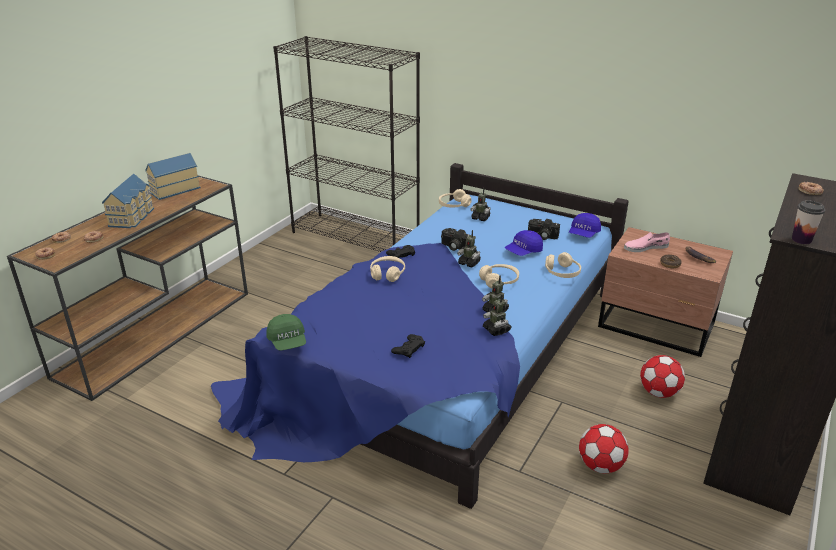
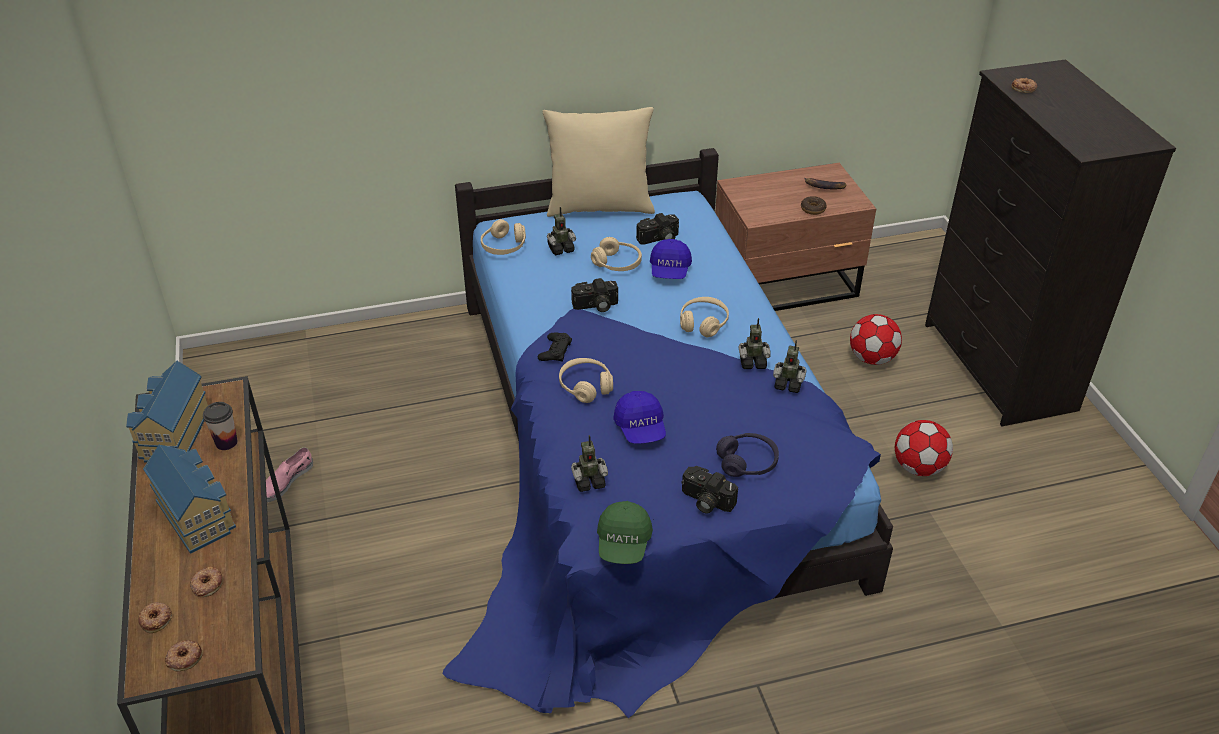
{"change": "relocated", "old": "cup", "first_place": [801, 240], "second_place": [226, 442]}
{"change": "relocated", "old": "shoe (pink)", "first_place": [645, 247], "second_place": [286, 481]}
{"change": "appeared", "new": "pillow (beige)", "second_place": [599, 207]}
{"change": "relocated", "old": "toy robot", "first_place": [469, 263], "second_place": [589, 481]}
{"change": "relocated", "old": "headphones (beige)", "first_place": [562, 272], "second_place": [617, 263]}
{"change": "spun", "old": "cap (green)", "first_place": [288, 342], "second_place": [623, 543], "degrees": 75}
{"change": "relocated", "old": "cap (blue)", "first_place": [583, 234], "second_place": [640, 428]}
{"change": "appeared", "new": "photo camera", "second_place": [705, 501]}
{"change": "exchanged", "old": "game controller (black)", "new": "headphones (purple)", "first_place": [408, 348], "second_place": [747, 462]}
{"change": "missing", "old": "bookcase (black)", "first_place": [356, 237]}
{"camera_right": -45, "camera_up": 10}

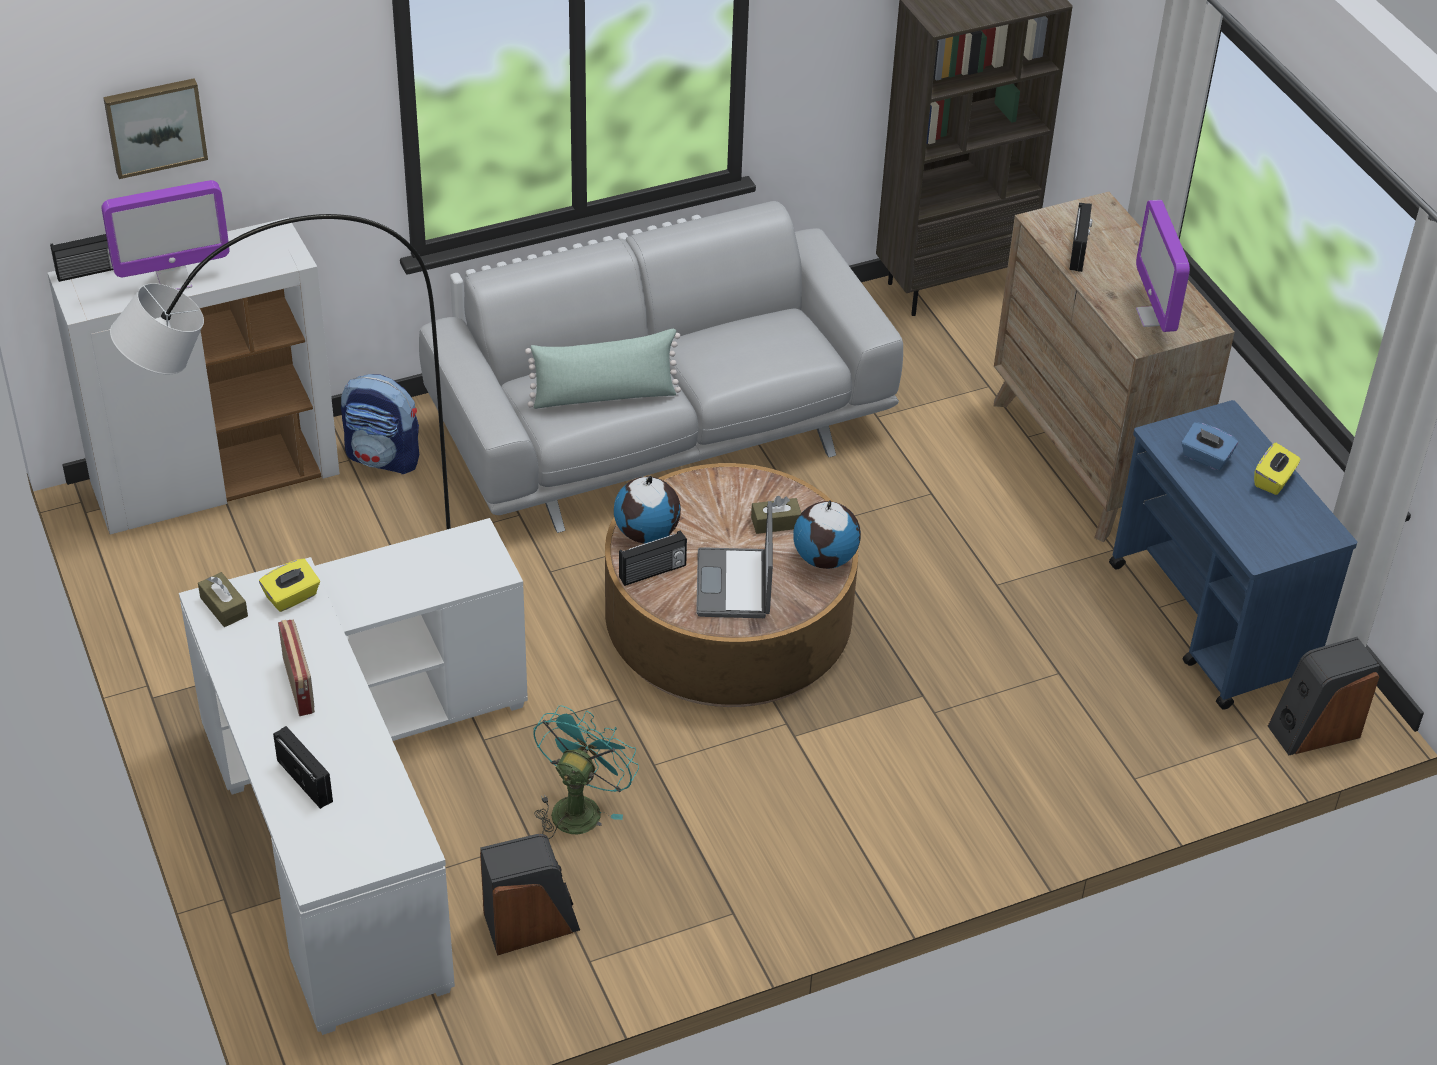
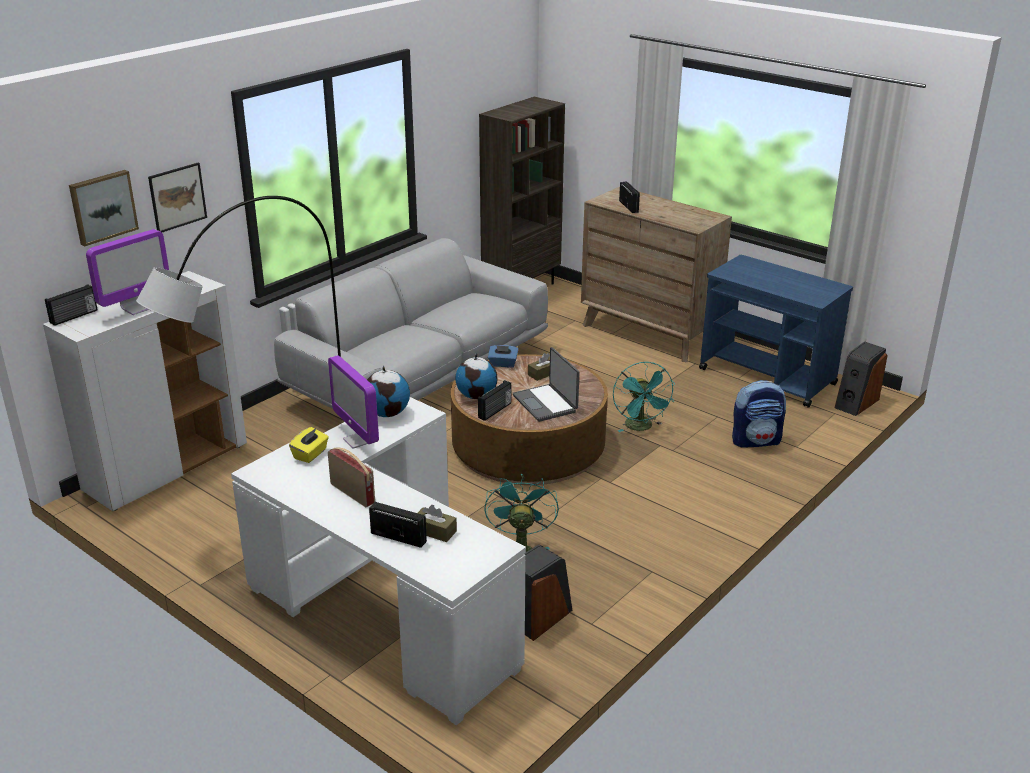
{"change": "appeared", "new": "picture", "second_place": [177, 197]}
{"change": "relocated", "old": "monitor", "first_place": [1155, 317], "second_place": [358, 440]}
{"change": "relocated", "old": "globe", "first_place": [825, 558], "second_place": [387, 413]}
{"change": "relocated", "old": "tissue box (brown)", "first_place": [224, 607], "second_place": [434, 531]}
{"change": "relocated", "old": "tissue box (blue)", "first_place": [1205, 458], "second_place": [503, 364]}
{"change": "appeared", "new": "fan (turquoise)", "second_place": [641, 427]}
{"change": "relocated", "old": "backpack", "first_place": [384, 457], "second_place": [756, 441]}
{"change": "missing", "old": "pillow (green)", "first_place": [604, 396]}
{"change": "missing", "old": "tissue box (yellow)", "first_place": [1274, 480]}
{"camera_right": -25, "camera_up": -15}

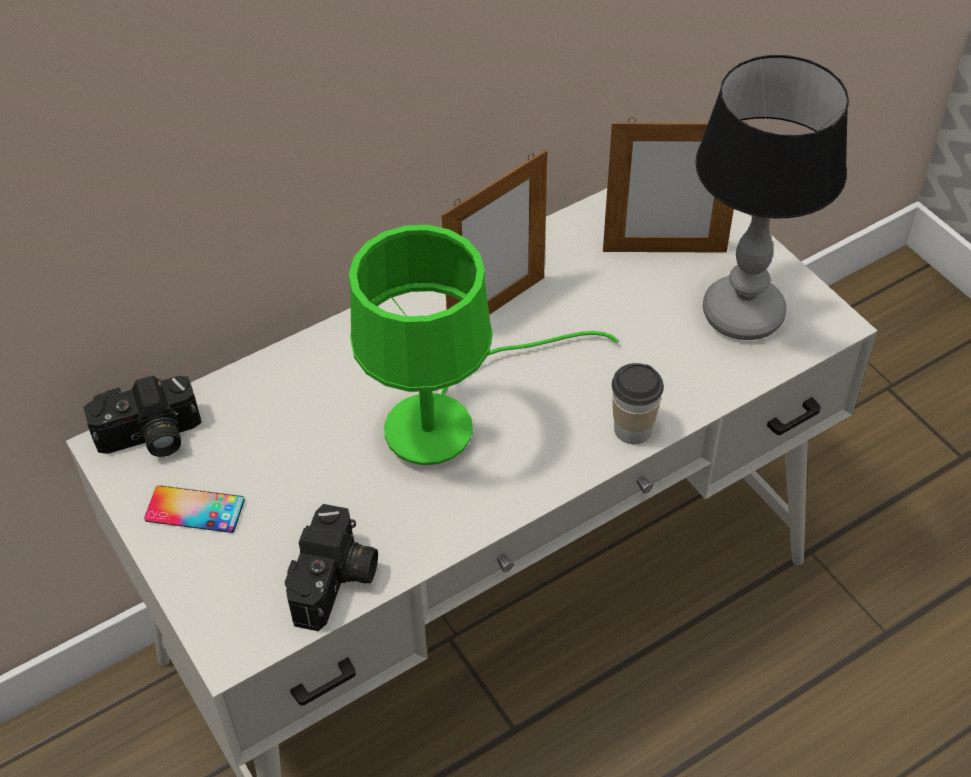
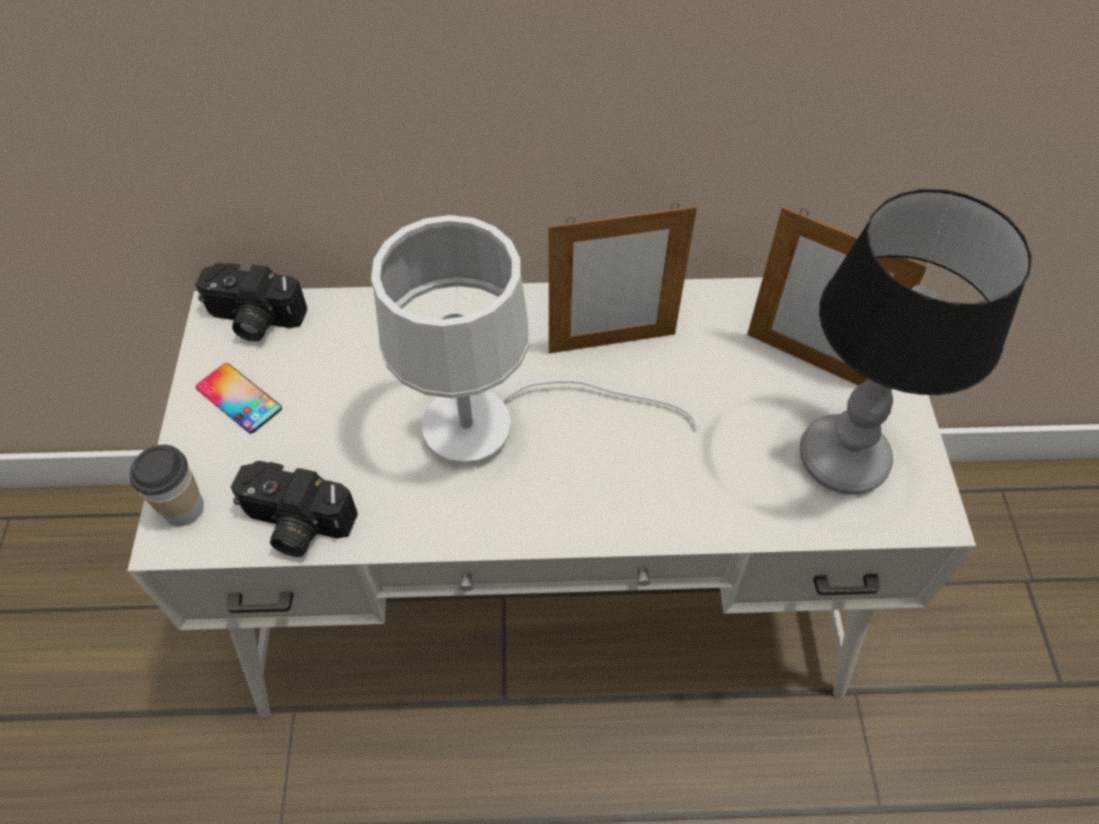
{"change": "relocated", "old": "cup", "first_place": [632, 429], "second_place": [183, 508]}
{"change": "spun", "old": "photo camera", "first_place": [336, 583], "second_place": [295, 524], "degrees": 60}
{"change": "colour", "old": "table lamp (green)", "new": "table lamp (white)", "first_place": [447, 421], "second_place": [494, 425]}
{"camera_right": 30, "camera_up": 5}

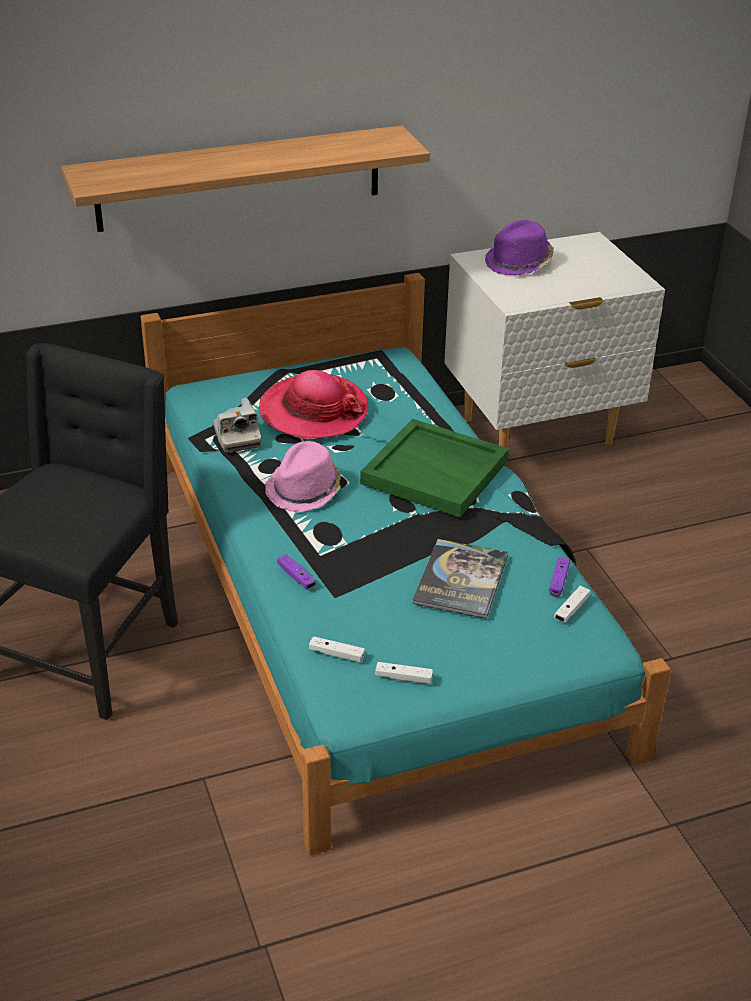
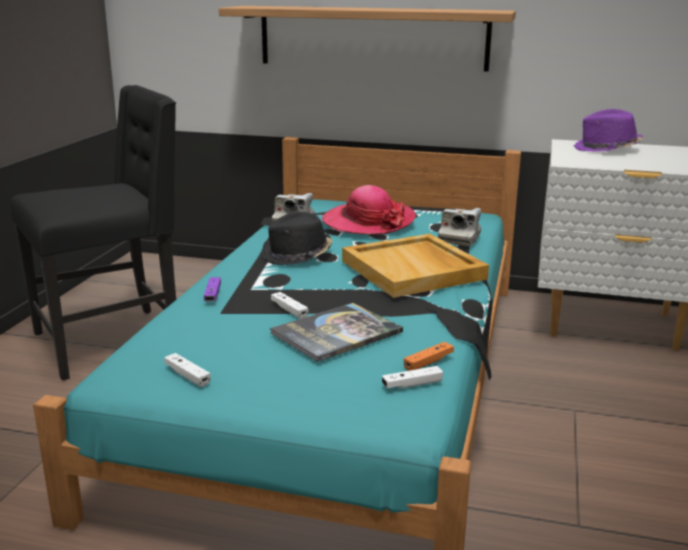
{"change": "colour", "old": "hat (pink)", "new": "hat (black)", "first_place": [305, 490], "second_place": [297, 256]}
{"change": "relocated", "old": "game controller (white)", "first_place": [336, 654], "second_place": [289, 310]}
{"change": "colour", "old": "tray (green)", "new": "tray (beige)", "first_place": [436, 472], "second_place": [414, 270]}
{"change": "colour", "old": "game controller (purple)", "new": "game controller (orange)", "first_place": [558, 581], "second_place": [428, 362]}
{"change": "appeared", "new": "photo camera", "second_place": [460, 238]}
{"camera_right": 35, "camera_up": -15}

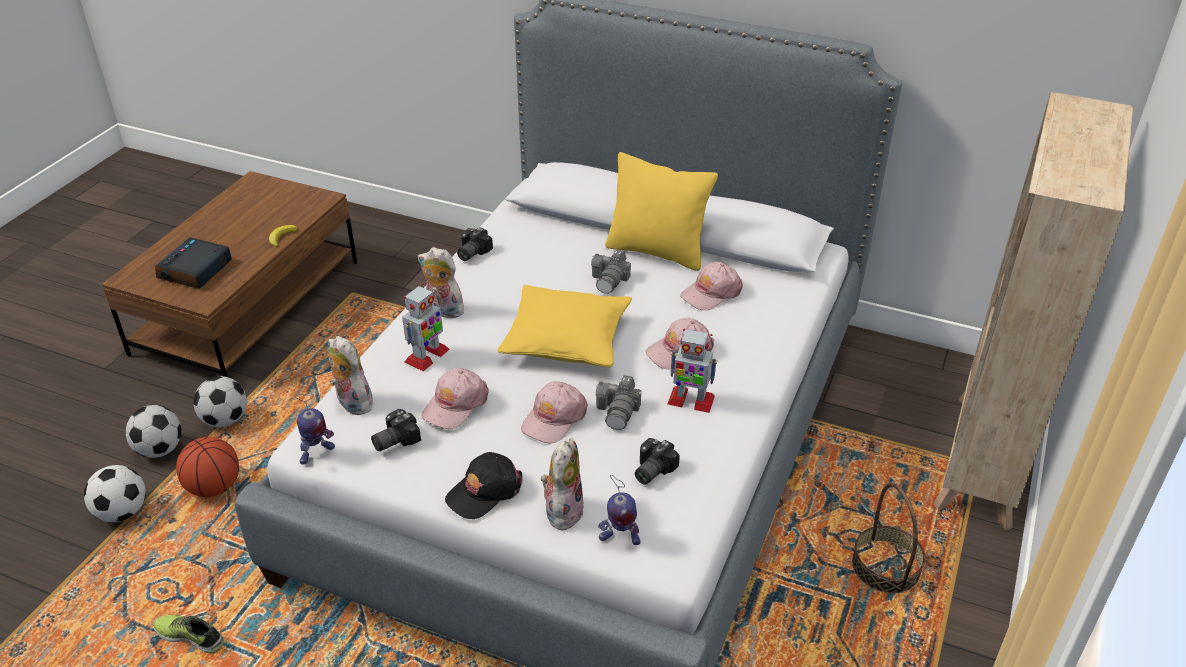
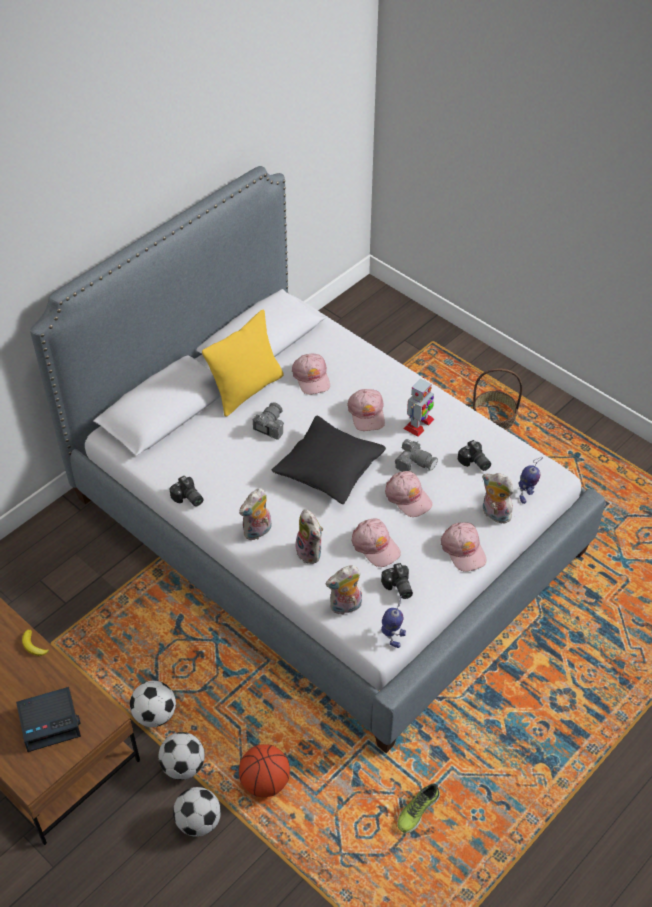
{"change": "spun", "old": "alarm clock", "first_place": [195, 270], "second_place": [50, 722], "degrees": -60}
{"change": "relocated", "old": "football", "first_place": [122, 512], "second_place": [155, 715]}
{"change": "spun", "old": "photo camera", "first_place": [610, 280], "second_place": [269, 426], "degrees": -105}
{"change": "colour", "old": "pillow (yellow)", "new": "pillow (black)", "first_place": [566, 340], "second_place": [329, 469]}
{"change": "exchanged", "old": "toy robot", "new": "plush toy", "first_place": [427, 356], "second_place": [311, 552]}
{"change": "colour", "old": "cap (black)", "new": "cap (pink)", "first_place": [484, 491], "second_place": [463, 550]}
{"change": "missing", "old": "bookcase (beige)", "first_place": [982, 460]}
{"camera_right": -70, "camera_up": 10}

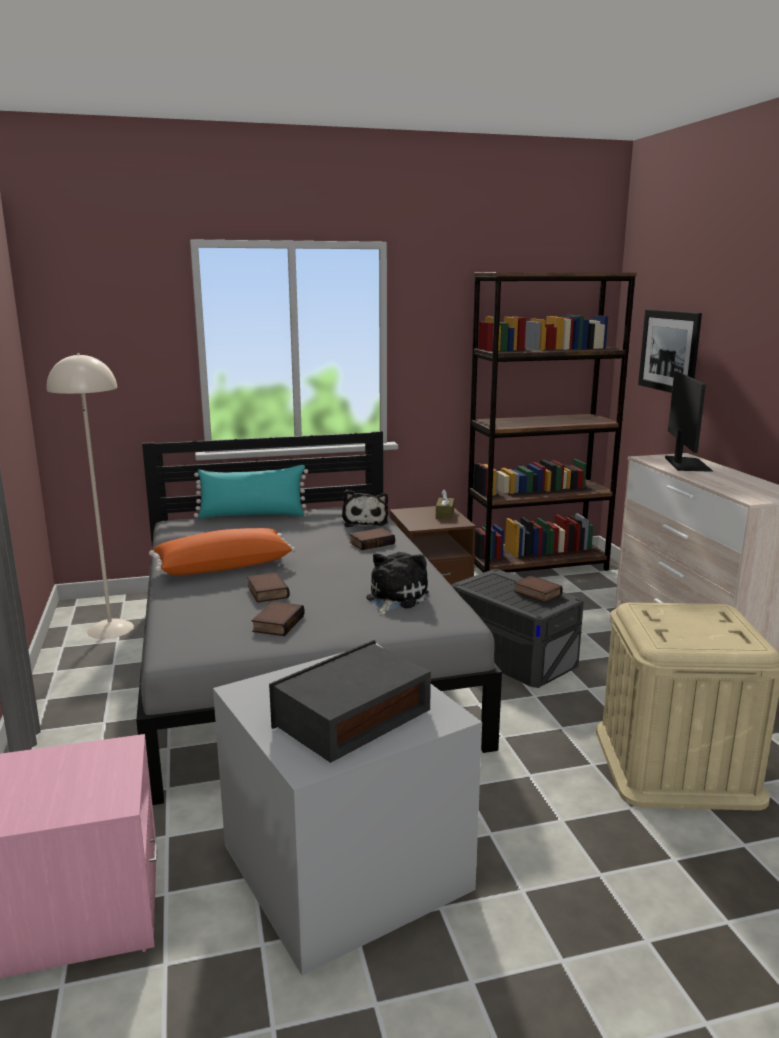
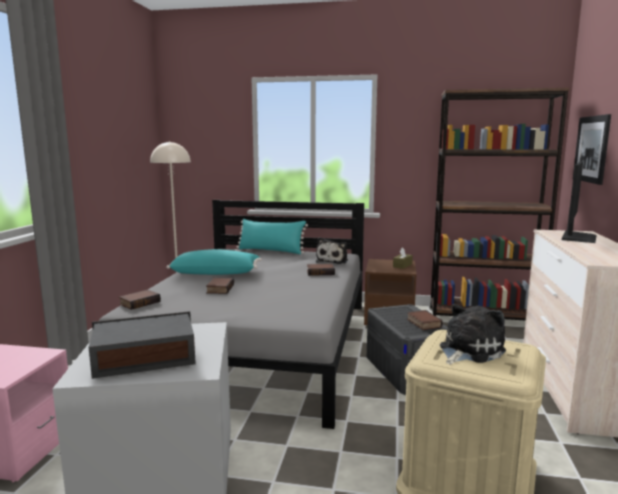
{"change": "relocated", "old": "book", "first_place": [277, 623], "second_place": [140, 302]}
{"change": "colour", "old": "pillow (orange)", "new": "pillow (turquoise)", "first_place": [223, 566], "second_place": [216, 273]}
{"change": "relocated", "old": "plush toy", "first_place": [394, 598], "second_place": [468, 350]}
{"camera_right": 25, "camera_up": -5}

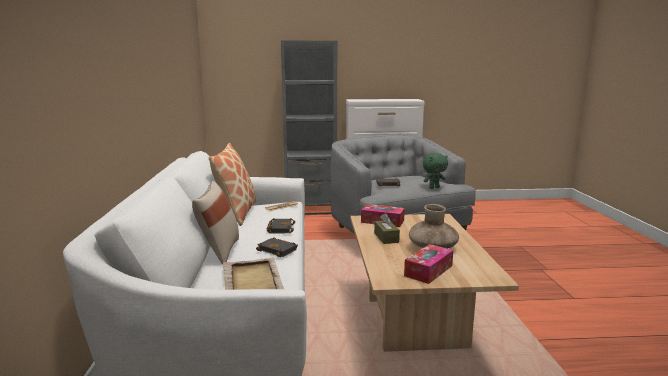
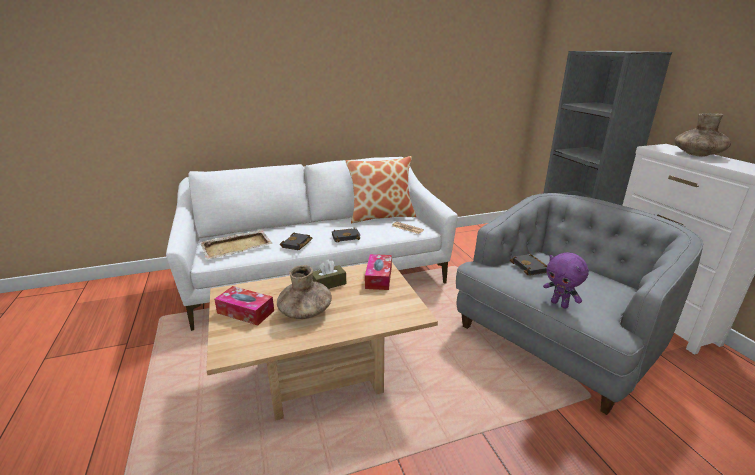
{"change": "colour", "old": "plush toy (green)", "new": "plush toy (purple)", "first_place": [434, 188], "second_place": [560, 304]}
{"change": "appeared", "new": "vase (brown)", "second_place": [697, 155]}
{"change": "missing", "old": "pillow (beige)", "first_place": [219, 251]}
{"camera_right": 75, "camera_up": 10}

